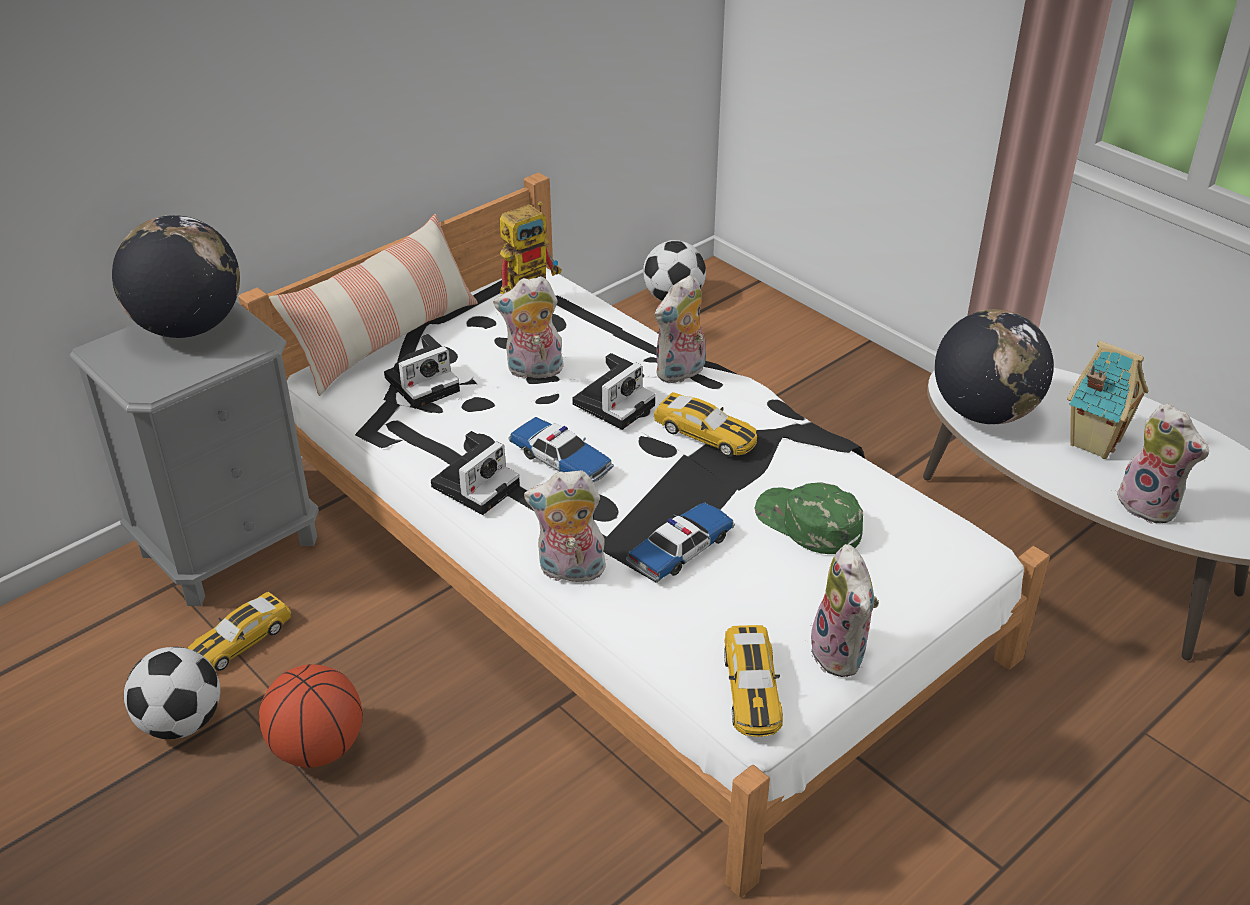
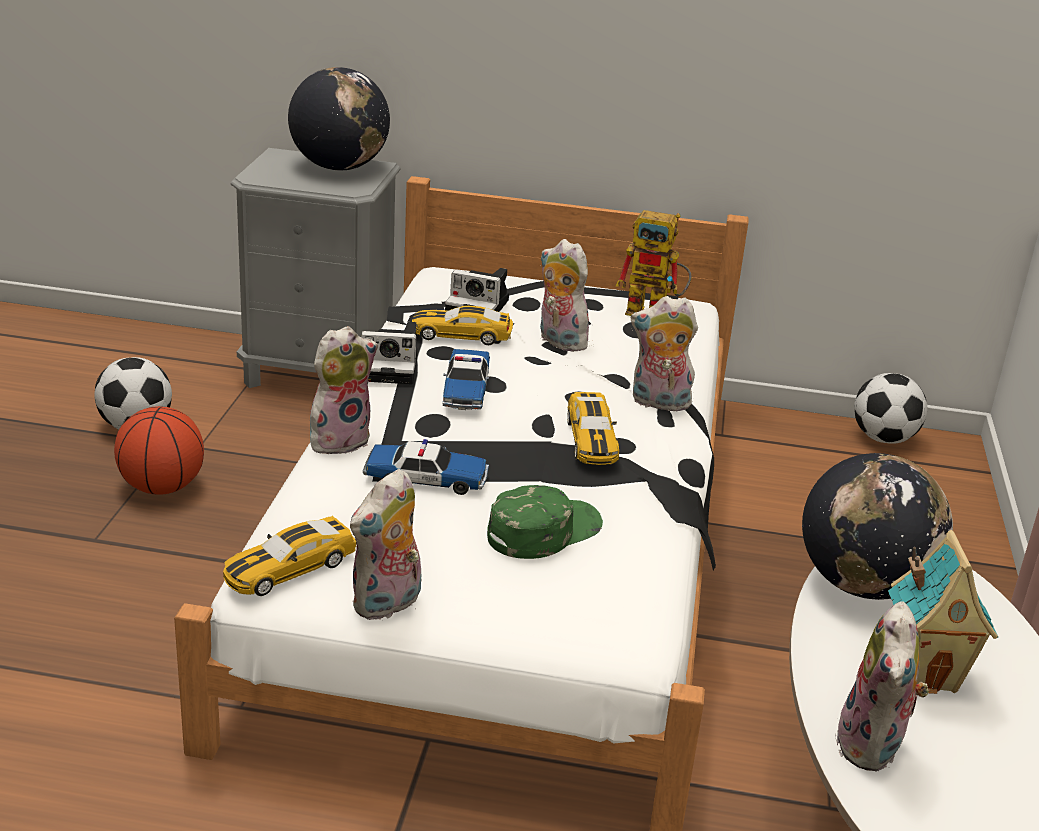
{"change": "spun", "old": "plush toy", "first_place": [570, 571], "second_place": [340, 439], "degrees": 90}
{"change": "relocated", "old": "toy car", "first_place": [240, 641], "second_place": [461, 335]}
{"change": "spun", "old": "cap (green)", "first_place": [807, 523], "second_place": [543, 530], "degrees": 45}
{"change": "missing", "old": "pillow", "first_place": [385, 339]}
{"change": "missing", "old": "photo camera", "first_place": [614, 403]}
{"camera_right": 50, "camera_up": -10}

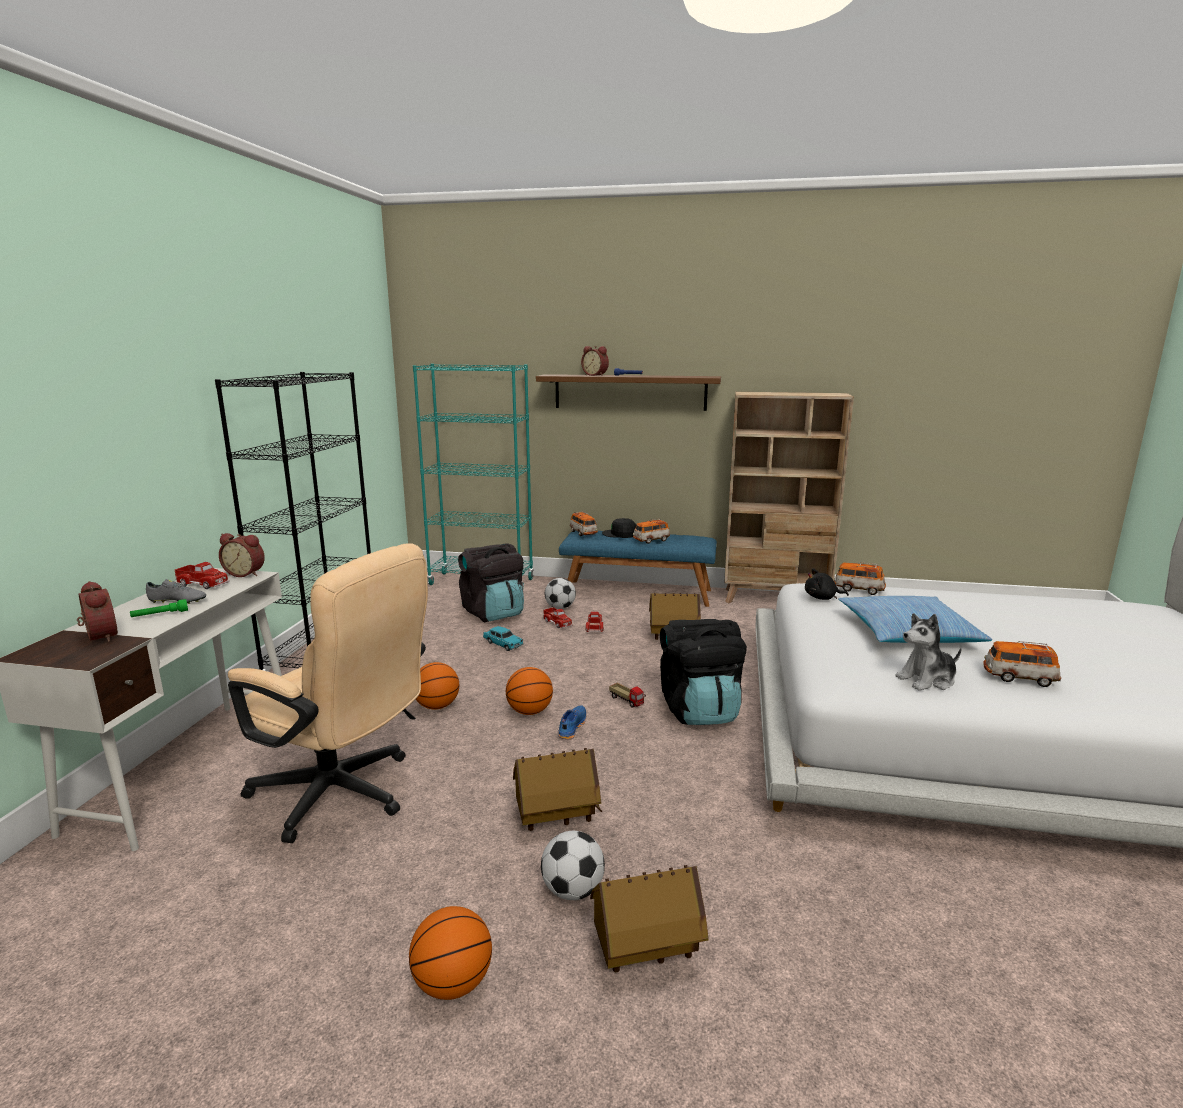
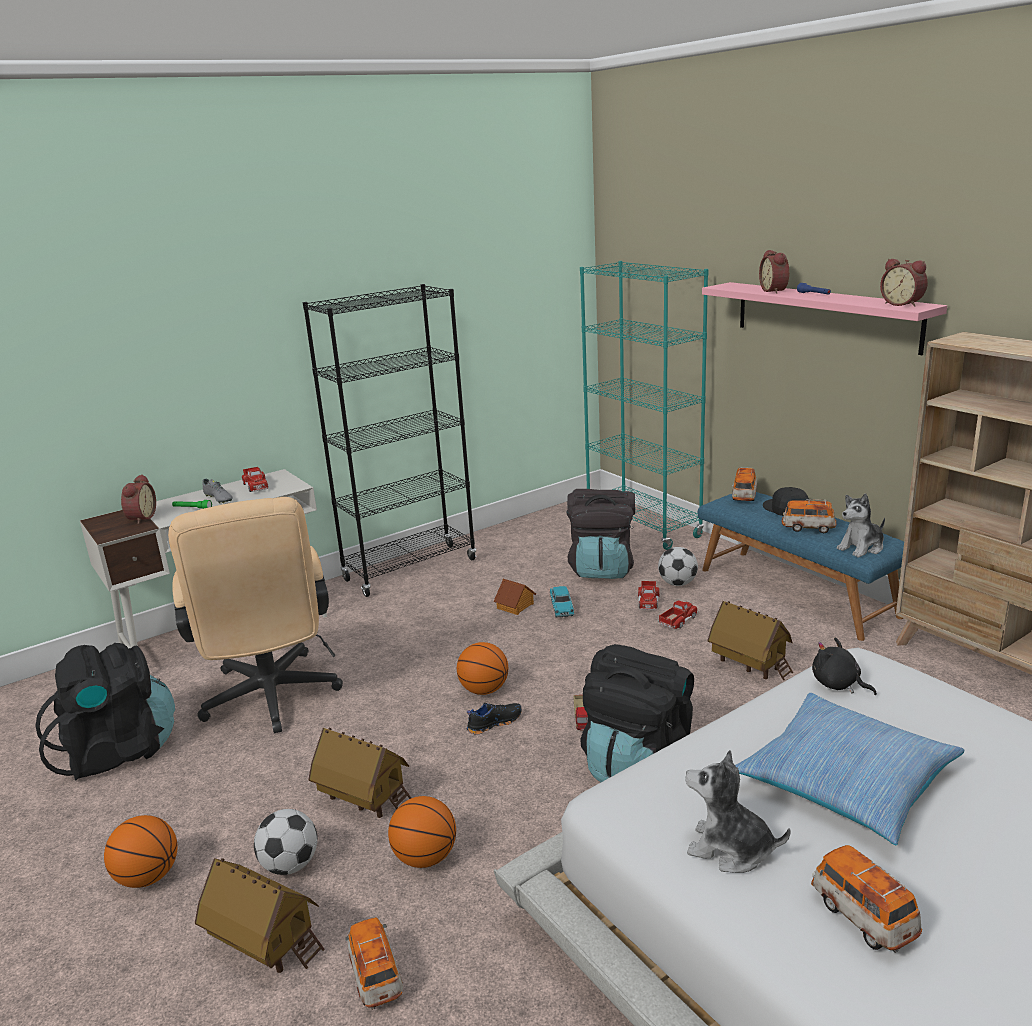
{"change": "appeared", "new": "backpack (black)", "second_place": [119, 751]}
{"change": "relocated", "old": "toy car", "first_place": [858, 589], "second_place": [376, 976]}
{"change": "relocated", "old": "basketball", "first_place": [437, 706], "second_place": [425, 857]}
{"change": "colour", "old": "shoe (blue)", "new": "shoe (black)", "first_place": [571, 727], "second_place": [494, 723]}
{"change": "appeared", "new": "toy house", "second_place": [515, 606]}
{"change": "colour", "old": "shelf (brown)", "new": "shelf (pink)", "first_place": [630, 392], "second_place": [825, 316]}
{"change": "appeared", "new": "plush toy", "second_place": [861, 548]}
{"change": "relocated", "old": "alarm clock", "first_place": [246, 573], "second_place": [903, 304]}
{"camera_right": 45, "camera_up": 5}

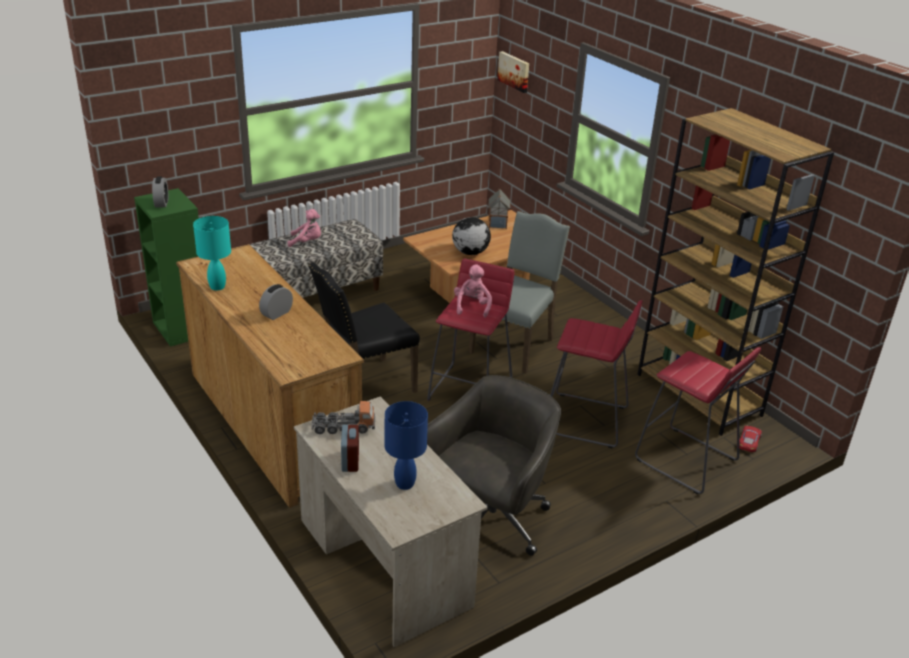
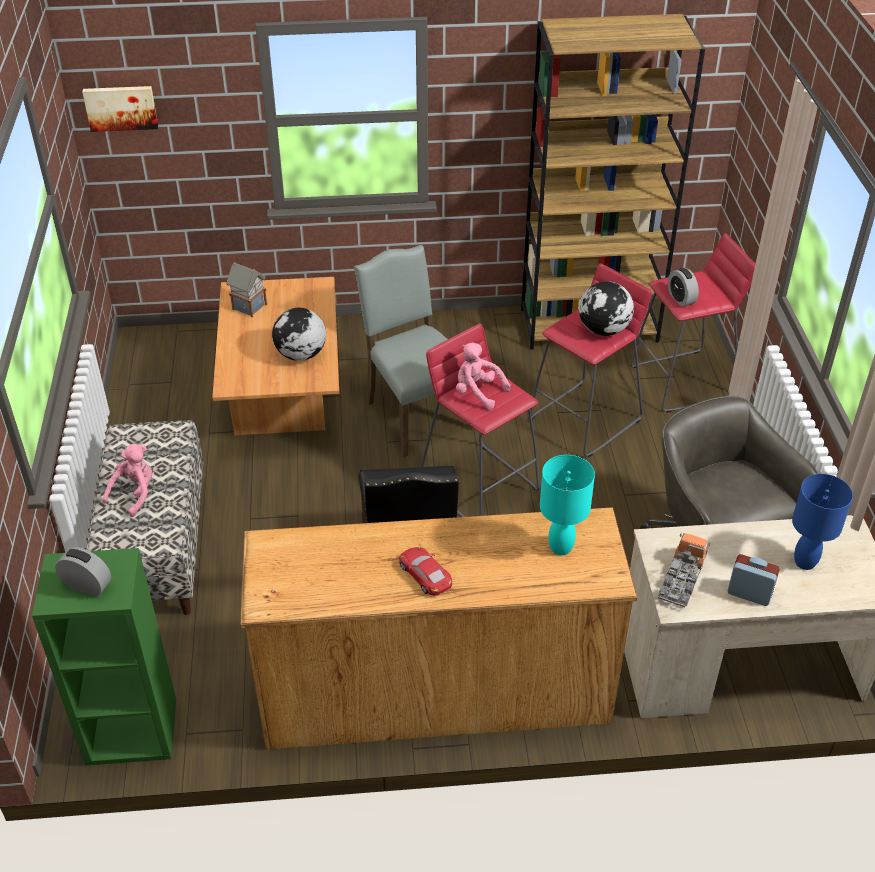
{"change": "relocated", "old": "toy car (red)", "first_place": [749, 441], "second_place": [425, 574]}
{"change": "relocated", "old": "table lamp (turquoise)", "first_place": [217, 287], "second_place": [561, 548]}
{"change": "appeared", "new": "globe", "second_place": [603, 330]}
{"change": "relocated", "old": "alarm clock", "first_place": [277, 313], "second_place": [681, 299]}
{"camera_right": -60, "camera_up": 10}

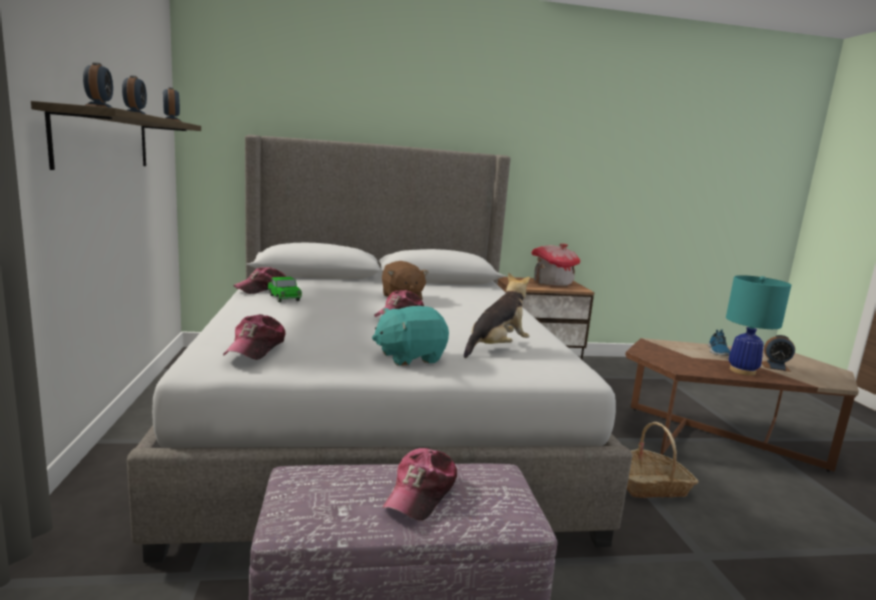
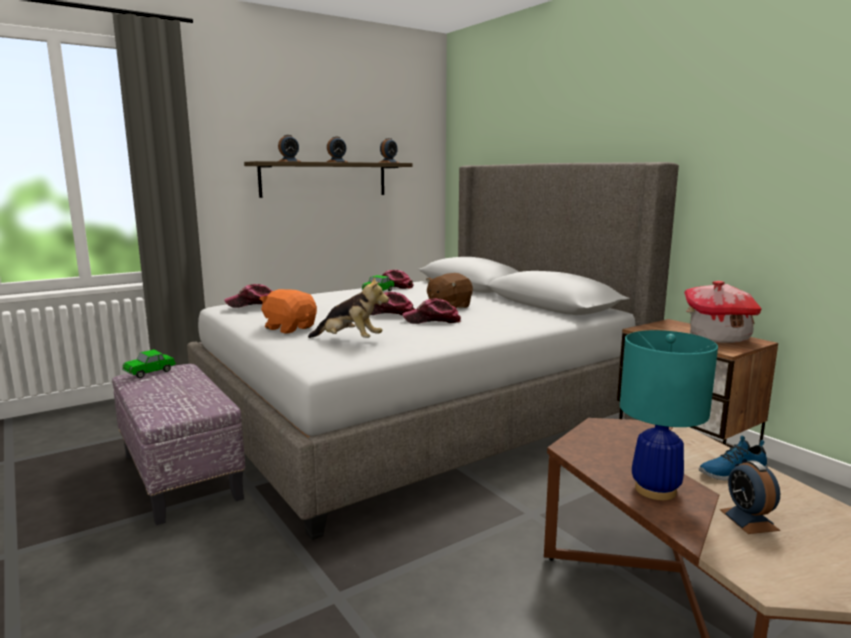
{"change": "appeared", "new": "toy car", "second_place": [150, 372]}
{"change": "colour", "old": "plush toy (turquoise)", "new": "plush toy (orange)", "first_place": [409, 357], "second_place": [290, 328]}
{"change": "relocated", "old": "cap", "first_place": [421, 493], "second_place": [432, 320]}
{"change": "missing", "old": "basket", "first_place": [651, 485]}
{"camera_right": 65, "camera_up": 0}

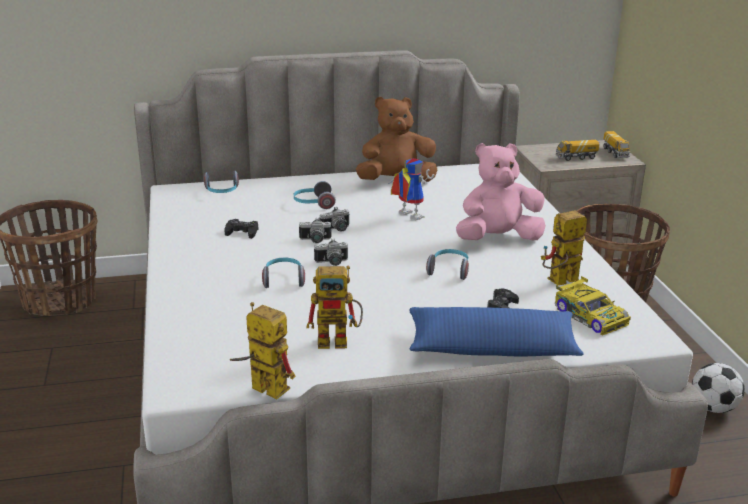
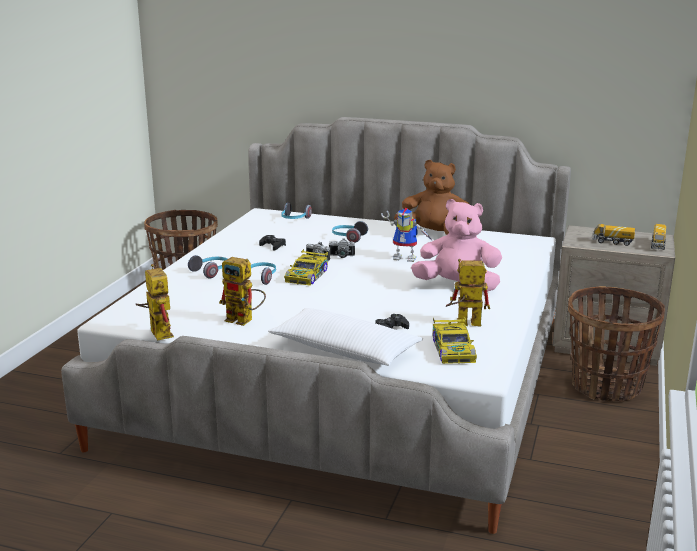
{"change": "relocated", "old": "headphones", "first_place": [449, 270], "second_place": [211, 272]}
{"change": "colour", "old": "pillow (blue)", "new": "pillow (white)", "first_place": [492, 347], "second_place": [344, 350]}
{"change": "exchanged", "old": "photo camera", "new": "toy car", "first_place": [332, 263], "second_place": [307, 275]}
{"change": "spun", "old": "toy robot", "first_place": [406, 216], "second_place": [407, 258], "degrees": 120}
{"change": "missing", "old": "football", "first_place": [713, 408]}
{"camera_right": 30, "camera_up": -5}

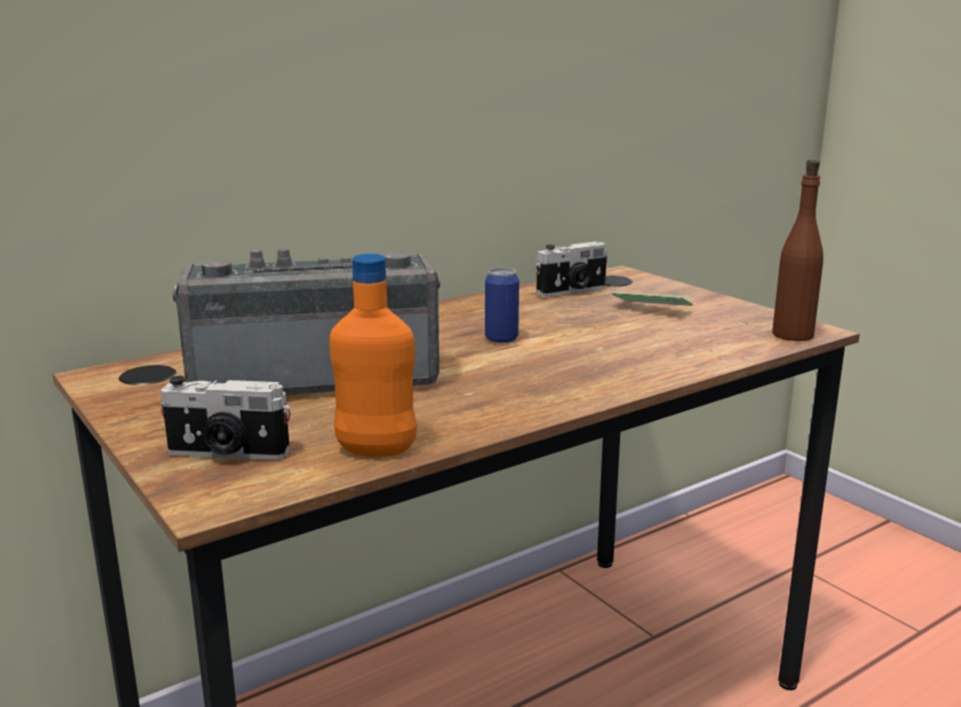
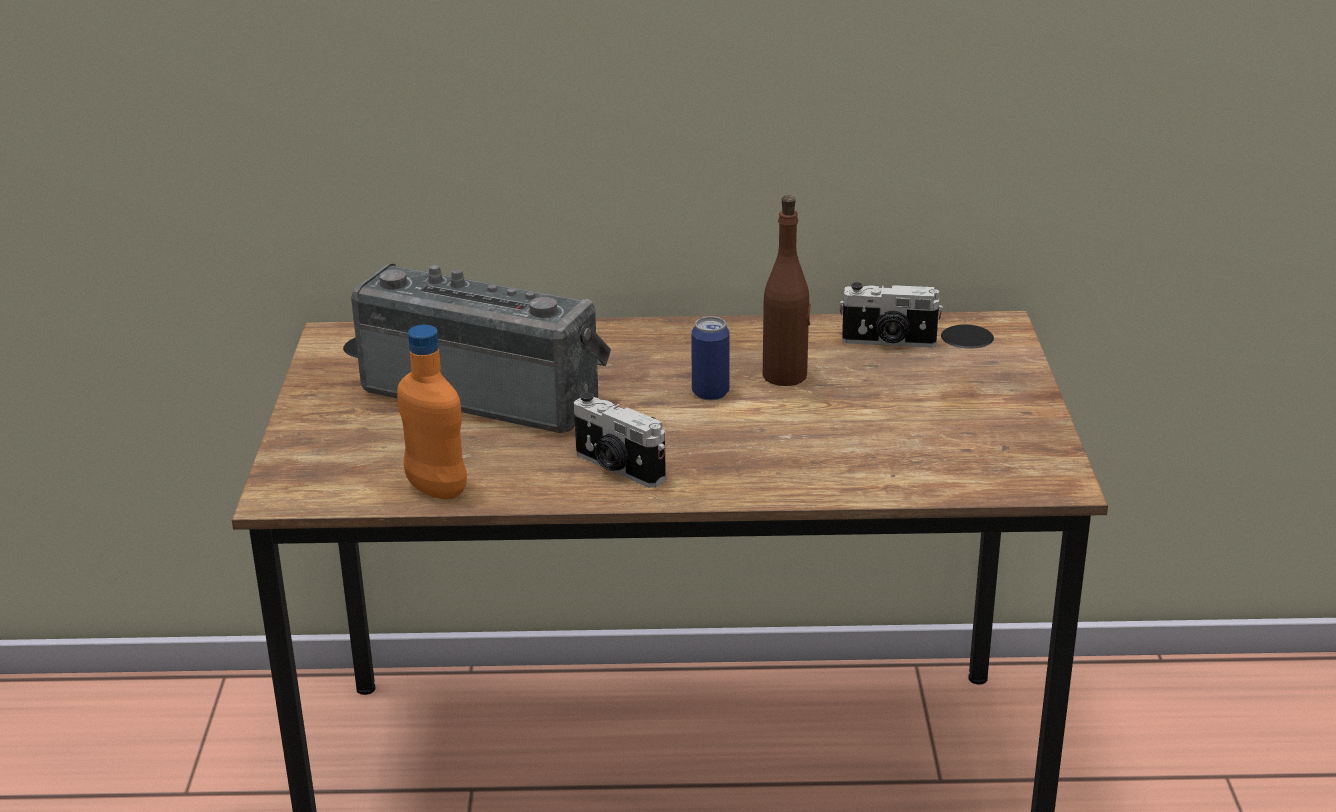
{"change": "relocated", "old": "photo camera", "first_place": [227, 454], "second_place": [617, 468]}
{"change": "relocated", "old": "bottle (brown)", "first_place": [793, 335], "second_place": [785, 376]}
{"change": "missing", "old": "phone", "first_place": [651, 309]}
{"camera_right": 35, "camera_up": 10}

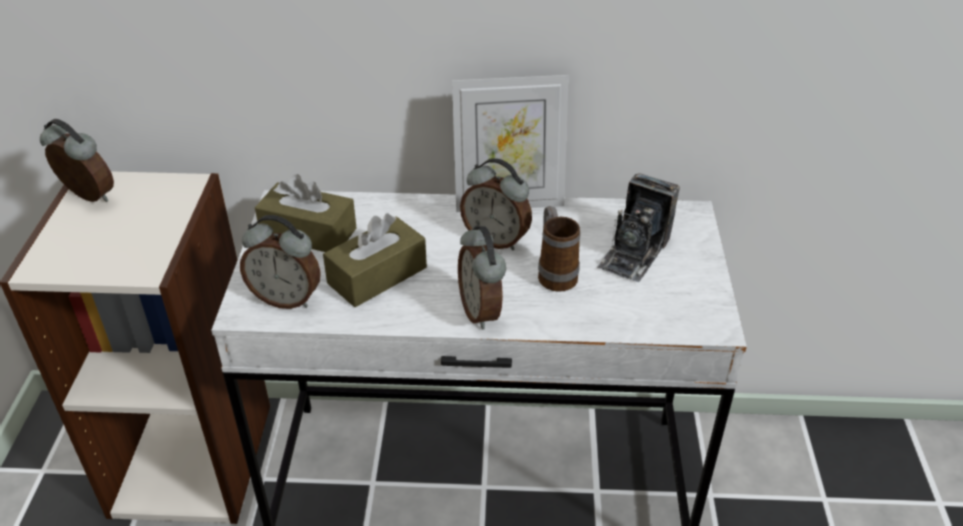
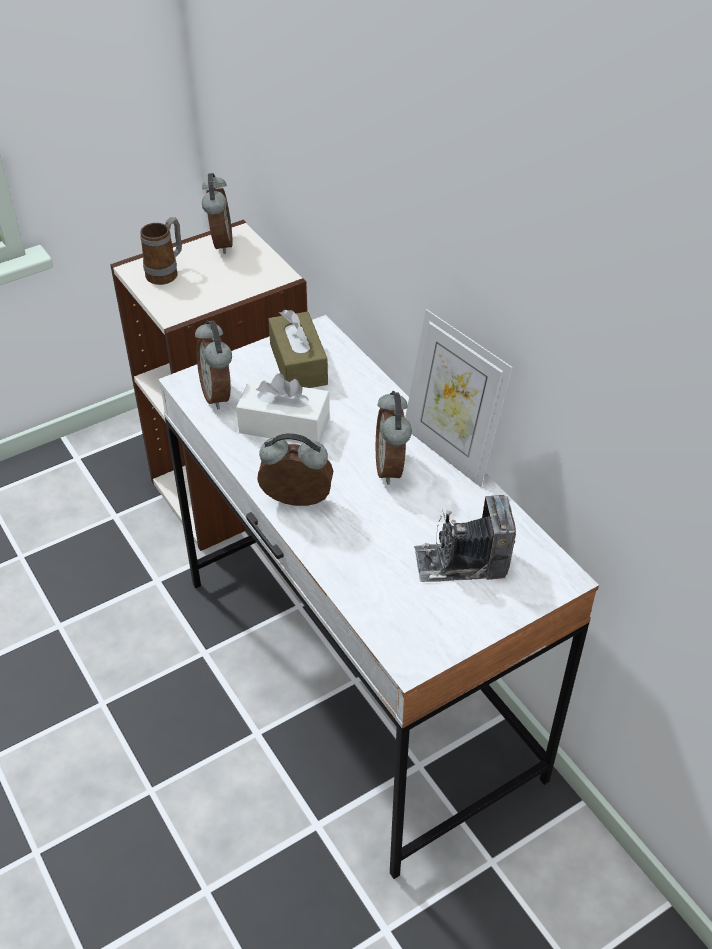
{"change": "relocated", "old": "mug", "first_place": [555, 273], "second_place": [167, 273]}
{"change": "colour", "old": "tissue box (brown)", "new": "tissue box (white)", "first_place": [377, 275], "second_place": [284, 425]}
{"change": "spun", "old": "alarm clock", "first_place": [482, 311], "second_place": [296, 503], "degrees": 60}
{"camera_right": 55, "camera_up": 5}

